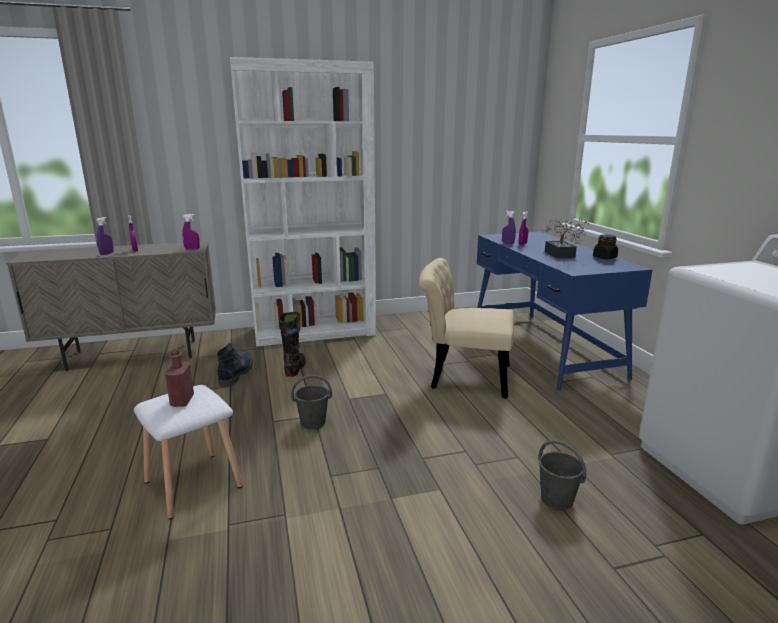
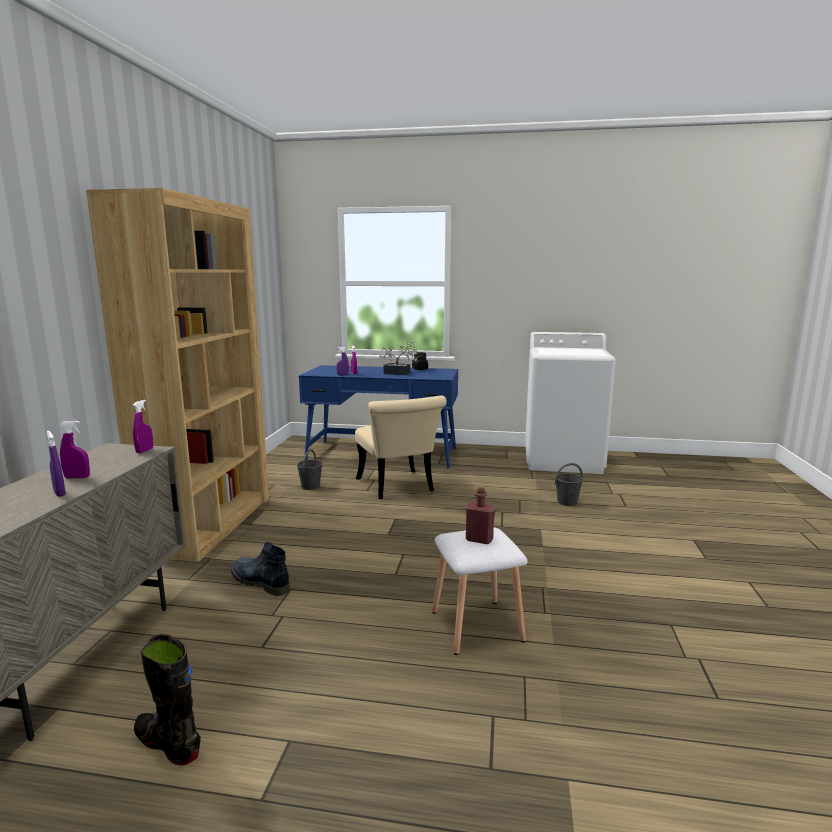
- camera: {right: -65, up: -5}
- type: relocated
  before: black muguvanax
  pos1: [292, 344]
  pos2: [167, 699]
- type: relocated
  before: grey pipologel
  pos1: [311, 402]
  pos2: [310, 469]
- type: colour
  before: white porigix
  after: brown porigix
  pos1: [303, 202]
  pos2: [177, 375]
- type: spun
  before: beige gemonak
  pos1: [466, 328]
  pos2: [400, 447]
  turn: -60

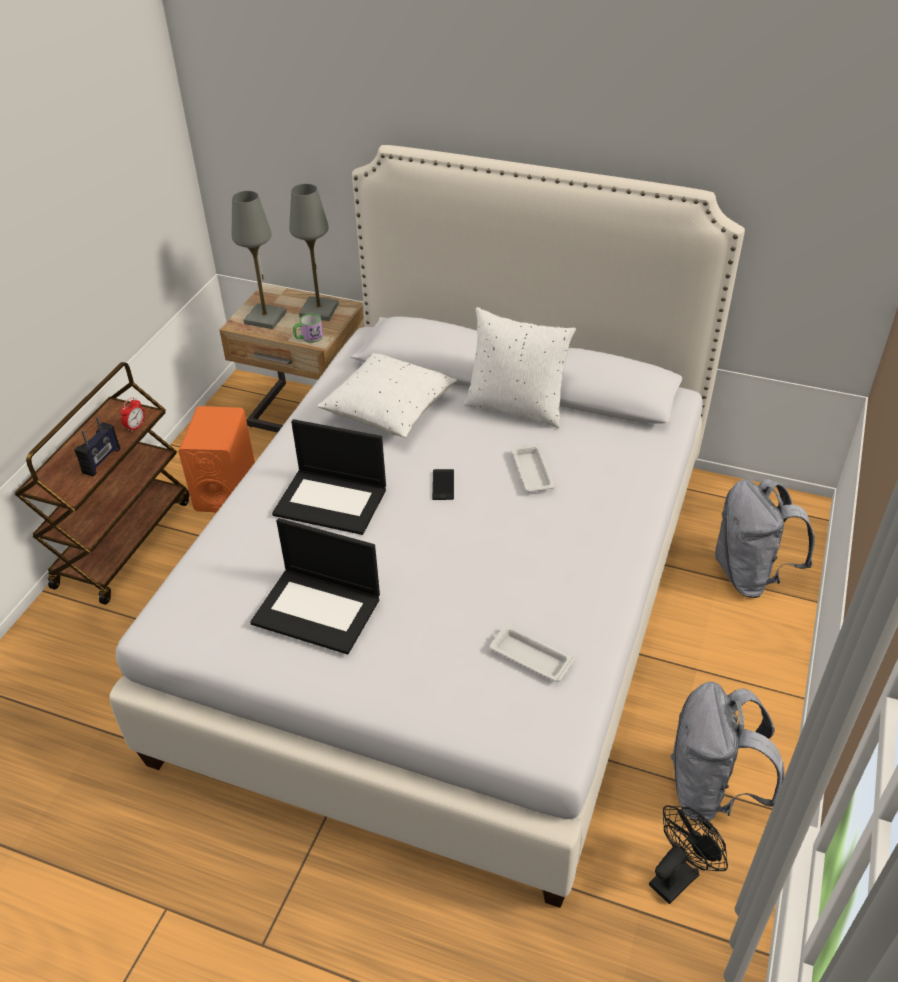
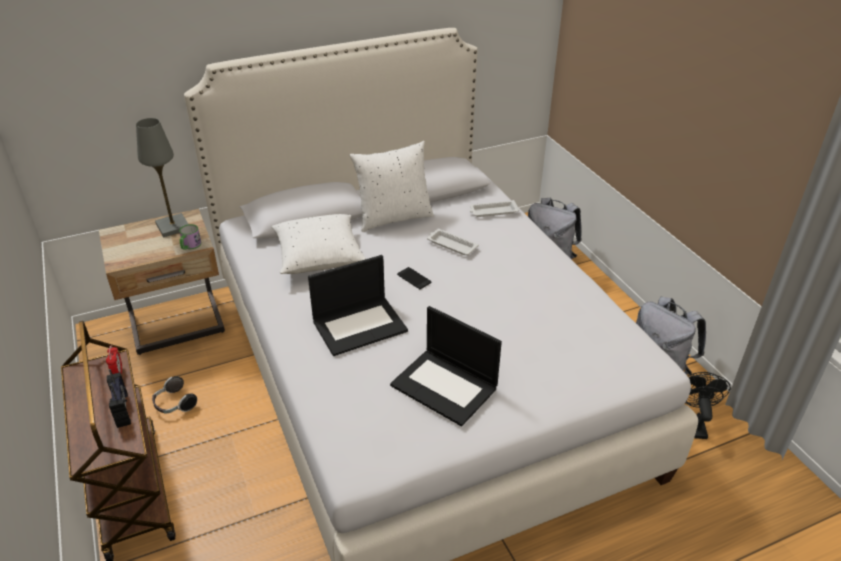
- camera: {right: -45, up: -5}
- type: missing
  before: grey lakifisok
  pos1: [259, 260]
- type: relocated
  before: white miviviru
  pos1: [532, 653]
  pos2: [494, 208]
- type: exchanged
  before: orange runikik
  after: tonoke
  pos1: [216, 459]
  pos2: [174, 395]
- type: spun
  before: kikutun
  pos1: [315, 586]
  pos2: [446, 366]
  turn: 60

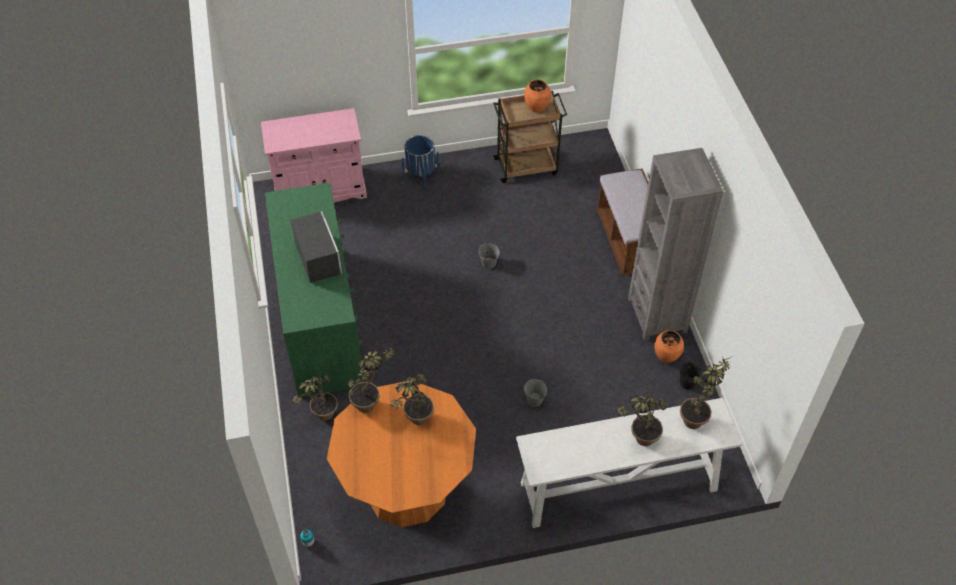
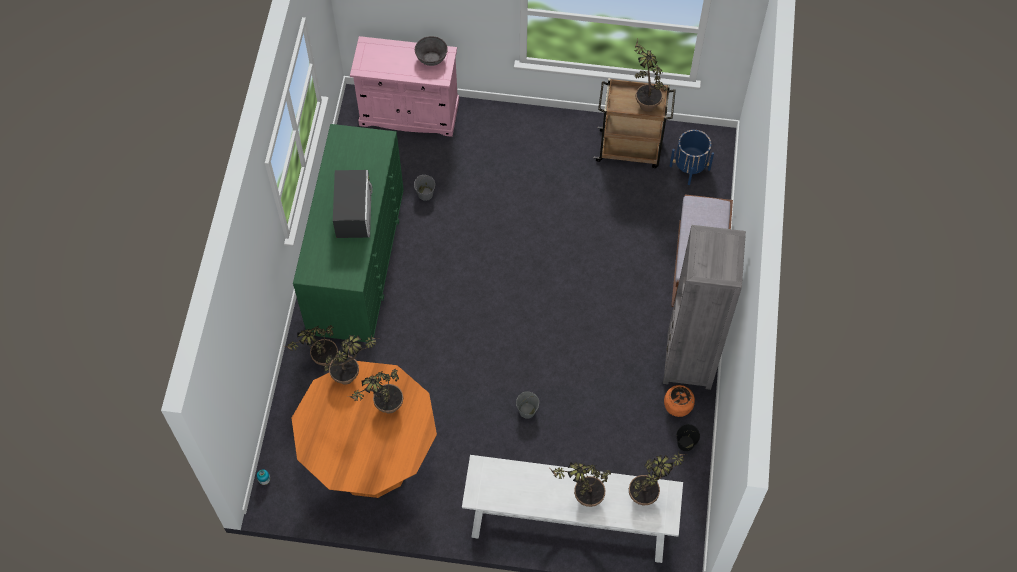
- camera: {right: 20, up: 10}
- type: appeared
  after: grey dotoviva
  pos2: [431, 51]
- type: relocated
  before: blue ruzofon
  pos1: [420, 161]
  pos2: [692, 157]
- type: relocated
  before: grey pipologel
  pos1: [489, 255]
  pos2: [424, 188]
- type: exchanged
  before: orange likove
  after: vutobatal
  pos1: [537, 96]
  pos2: [651, 75]

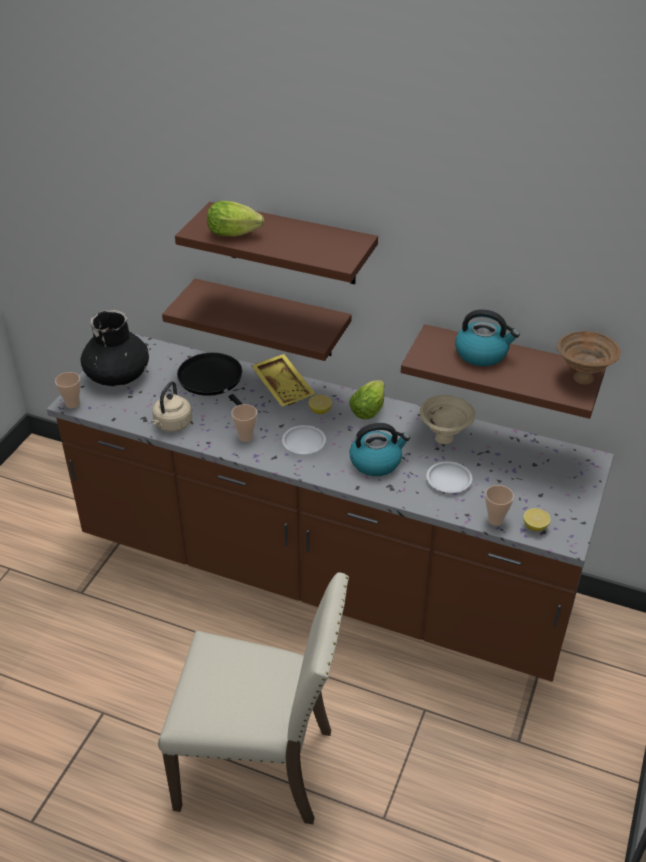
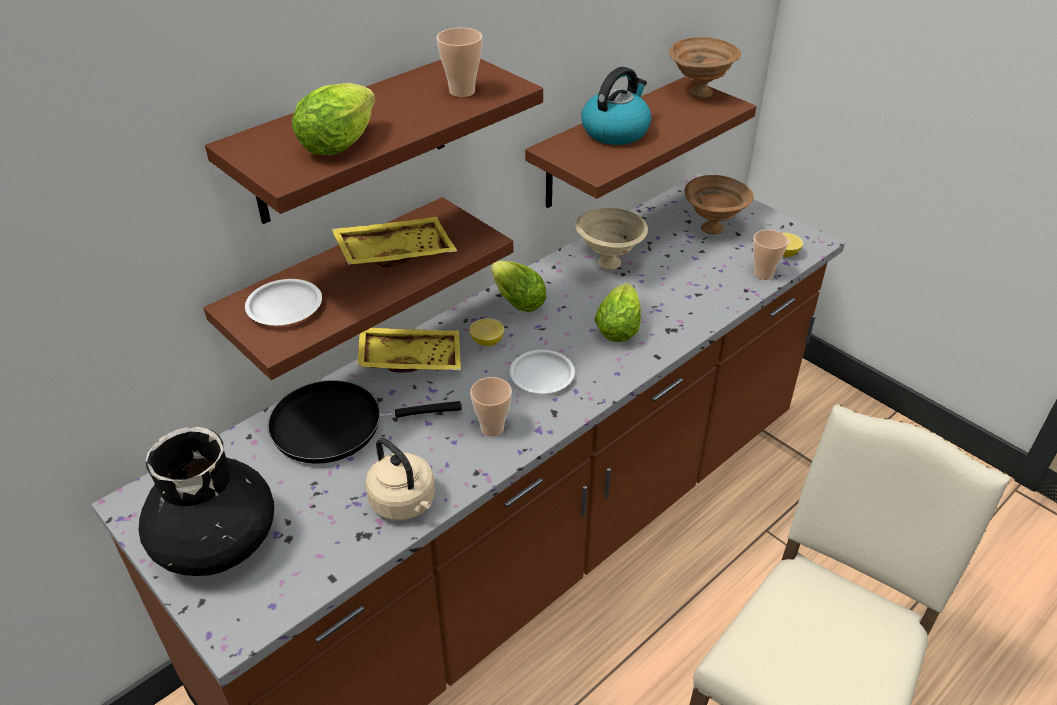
- camera: {right: -65, up: 0}
- type: appeared
  after: yellow miviviru
  pos2: [394, 242]
- type: appeared
  after: brown dotoviva
  pos2: [719, 204]
- type: relocated
  before: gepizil
  pos1: [68, 390]
  pos2: [459, 62]
- type: relocated
  before: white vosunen
  pos1: [449, 477]
  pos2: [283, 302]
- type: exchanged
  before: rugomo
  after: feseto
  pos1: [379, 449]
  pos2: [617, 312]

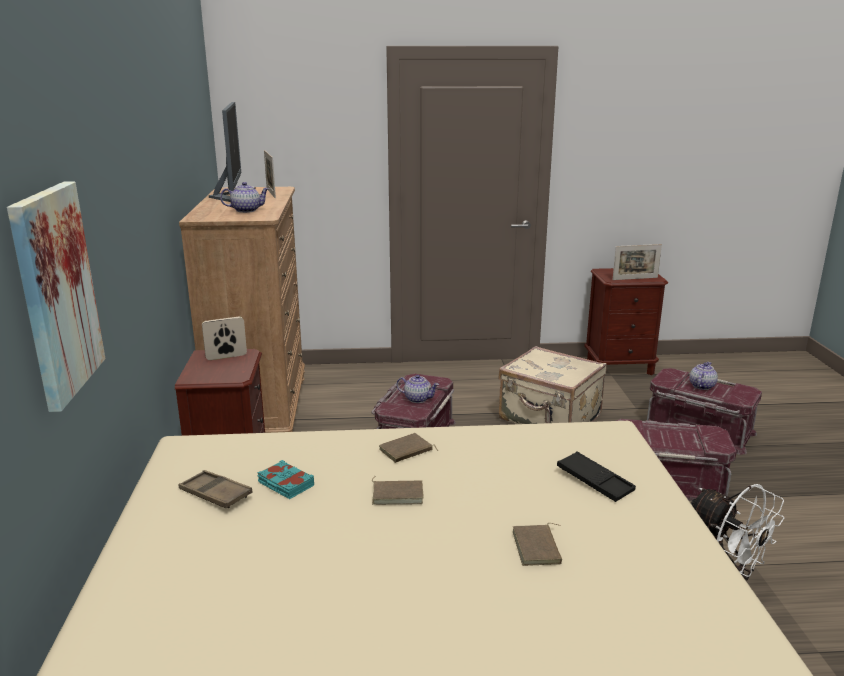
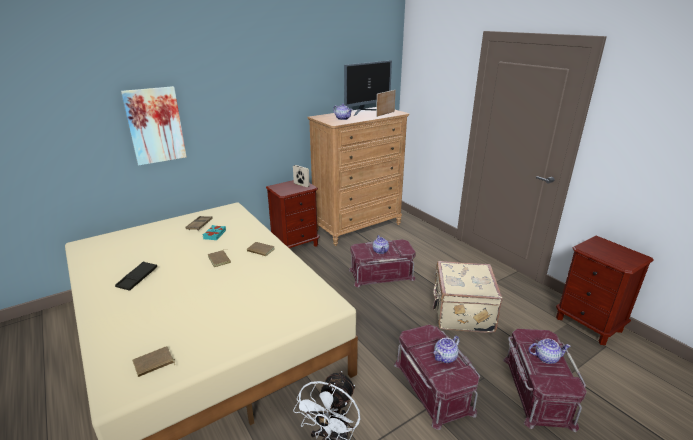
- camera: {right: 60, up: 5}
- type: missing
  before: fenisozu
  pos1: [637, 262]
- type: appeared
  after: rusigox
  pos2: [446, 349]
- type: relocated
  before: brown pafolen
  pos1: [537, 544]
  pos2: [153, 361]
- type: relocated
  before: black miviviru
  pos1: [596, 476]
  pos2: [136, 276]

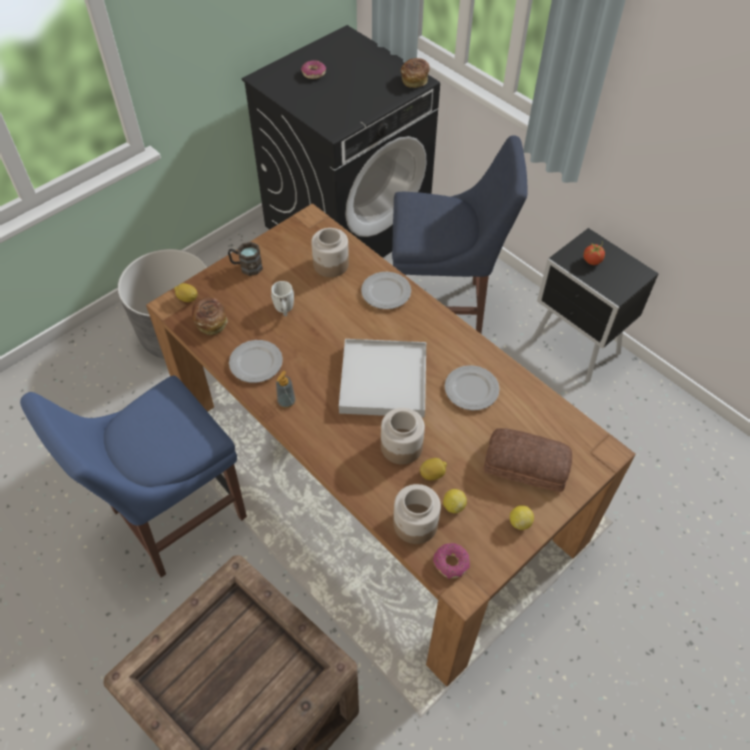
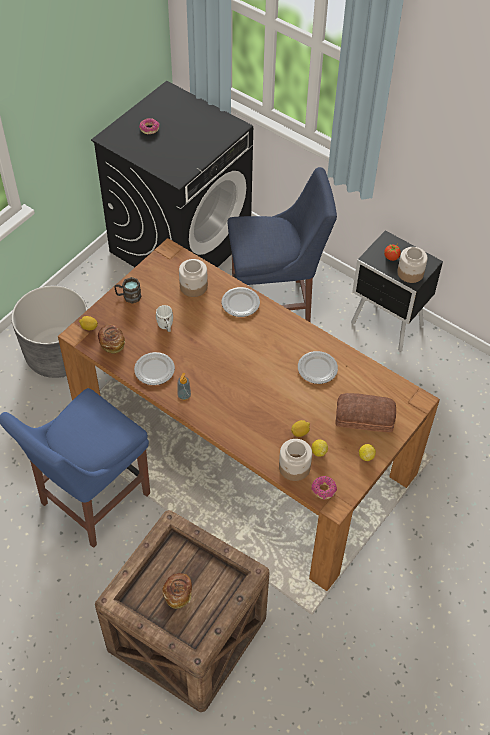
- camera: {right: -10, up: 0}
- type: missing
  before: white miviviru
  pos1: [382, 378]
- type: relocated
  before: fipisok
  pos1: [403, 436]
  pos2: [412, 265]
- type: relocated
  before: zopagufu
  pos1: [415, 73]
  pos2: [177, 591]

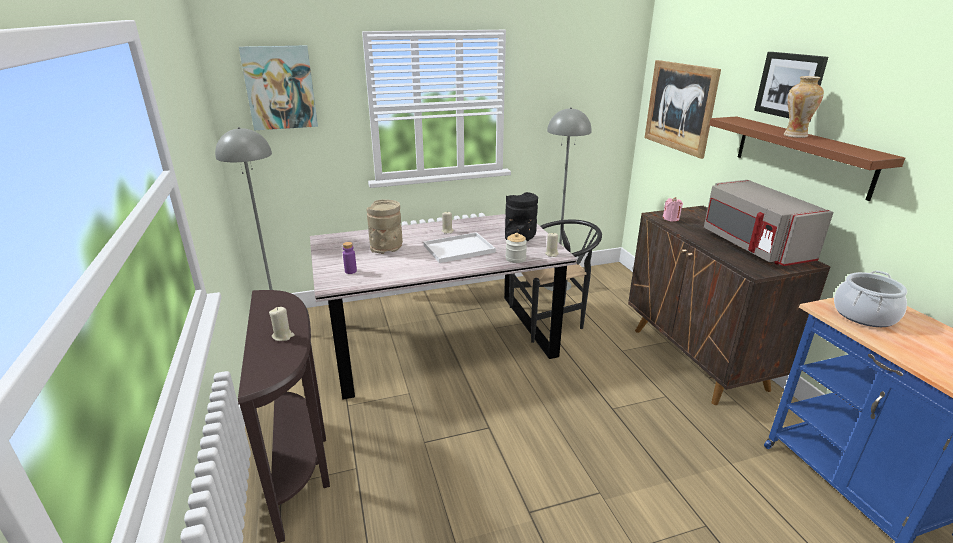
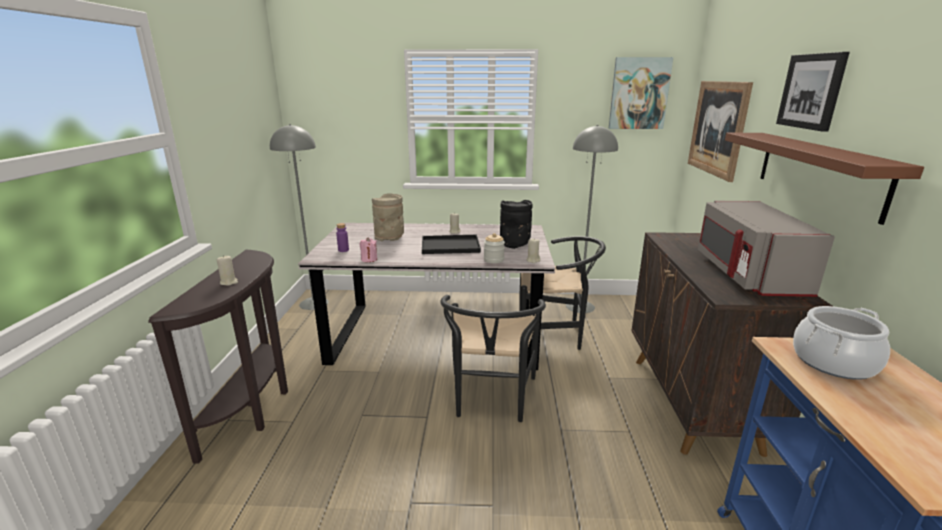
- camera: {right: 20, up: -5}
- type: missing
  before: likove
  pos1: [804, 107]
- type: appeared
  after: black gemonak
  pos2: [493, 358]
- type: relocated
  before: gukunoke
  pos1: [278, 87]
  pos2: [641, 93]
- type: relocated
  before: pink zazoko
  pos1: [673, 209]
  pos2: [368, 249]
- type: colour
  before: white miviviru
  after: black miviviru
  pos1: [459, 247]
  pos2: [451, 244]

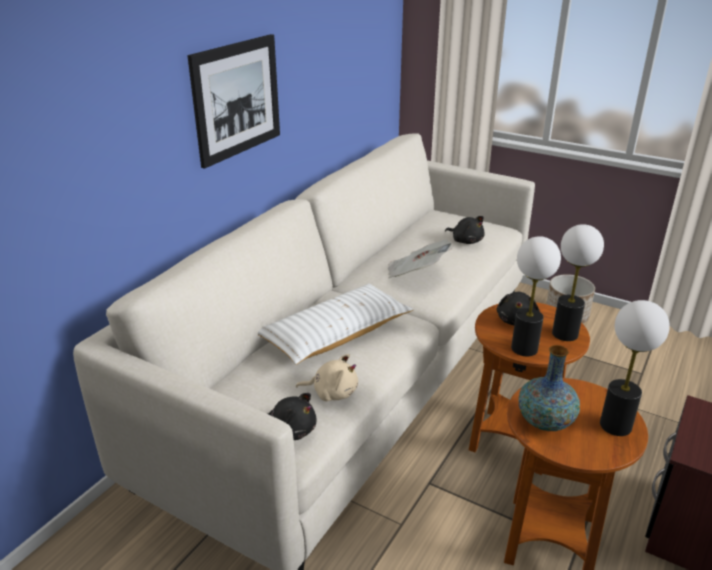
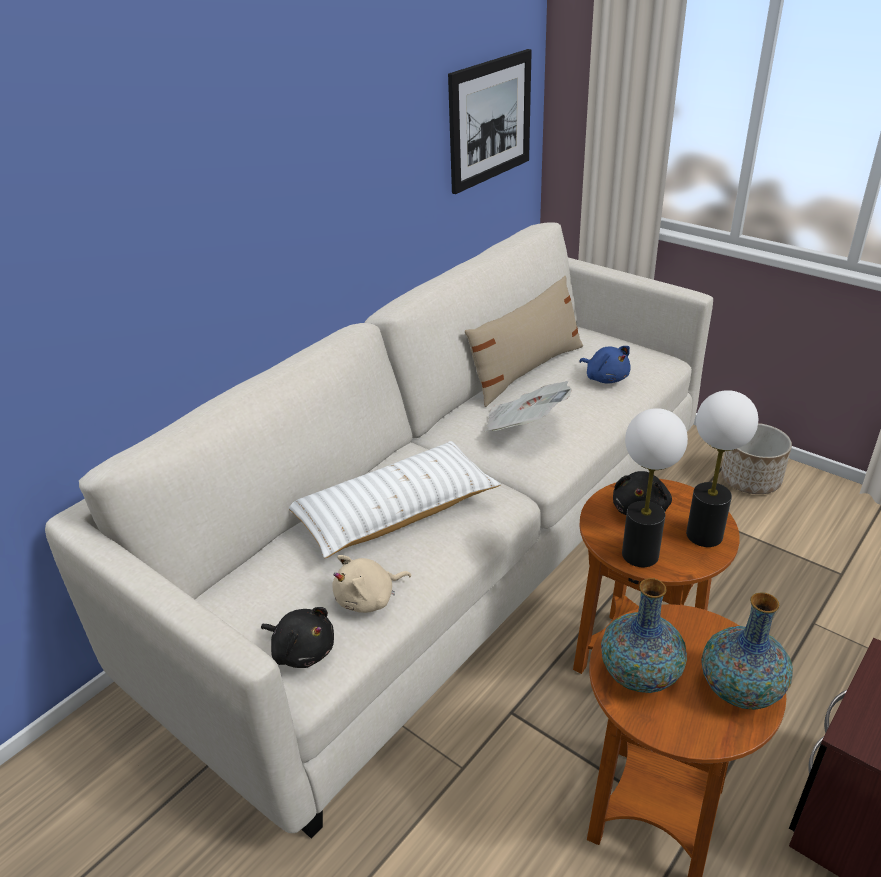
- camera: {right: 10, up: 5}
- type: appeared
  after: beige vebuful
  pos2: [524, 341]
- type: relocated
  before: gukunoke
  pos1: [234, 101]
  pos2: [490, 121]
- type: exchanged
  before: lakifisok
  after: likove
  pos1: [635, 368]
  pos2: [747, 651]
- type: colour
  before: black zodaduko
  after: blue zodaduko
  pos1: [465, 230]
  pos2: [605, 365]
- type: spun
  before: beige zodaduko
  pos1: [327, 378]
  pos2: [371, 584]
  turn: 135

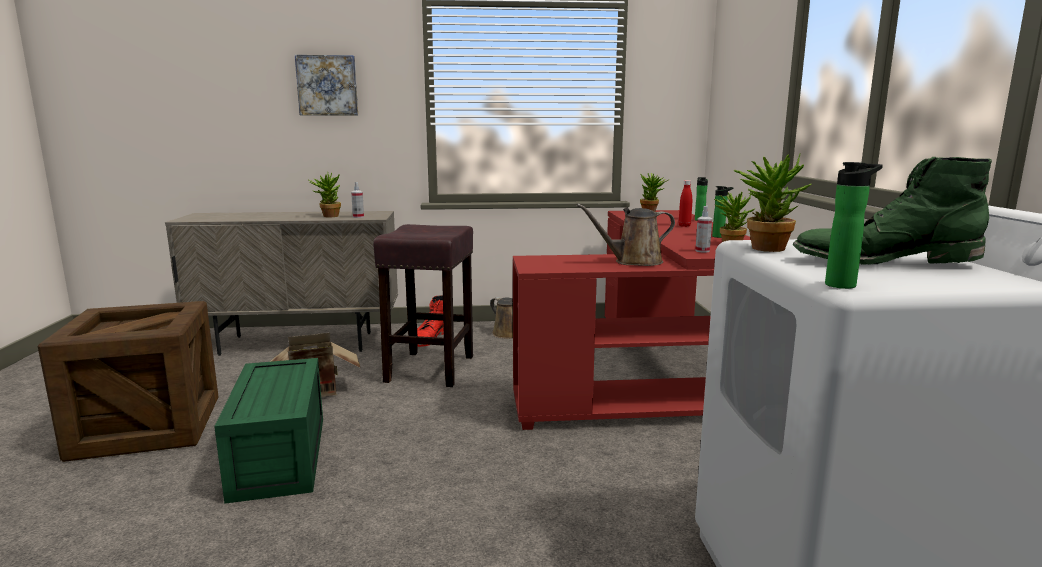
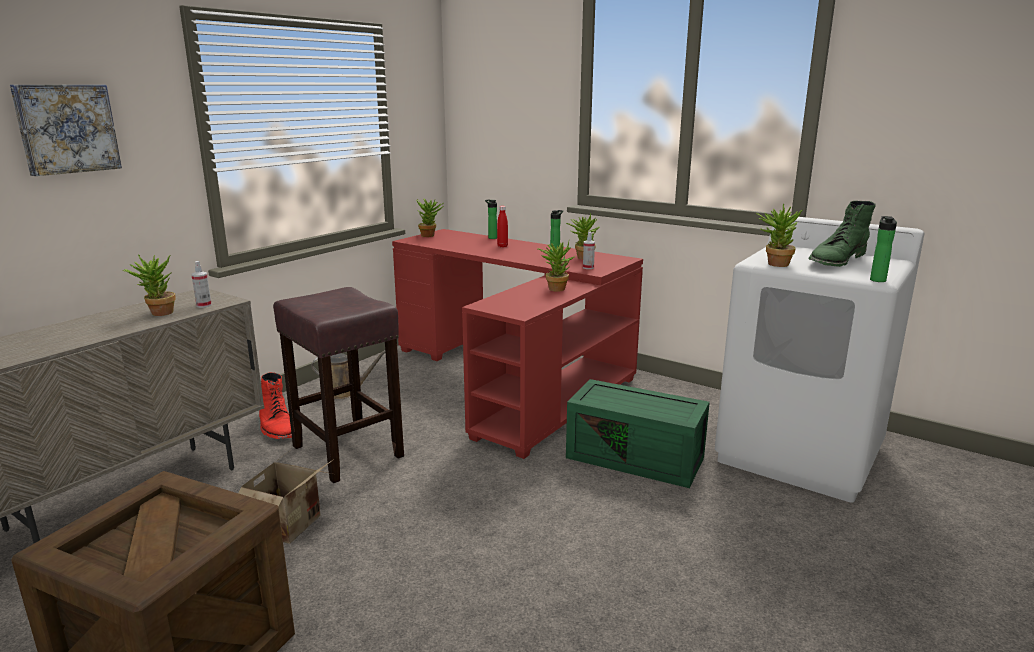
- camera: {right: -50, up: 5}
- type: relocated
  before: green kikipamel
  pos1: [268, 431]
  pos2: [638, 433]
- type: exchanged
  before: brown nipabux
  after: vutobatal
  pos1: [626, 235]
  pos2: [556, 266]

